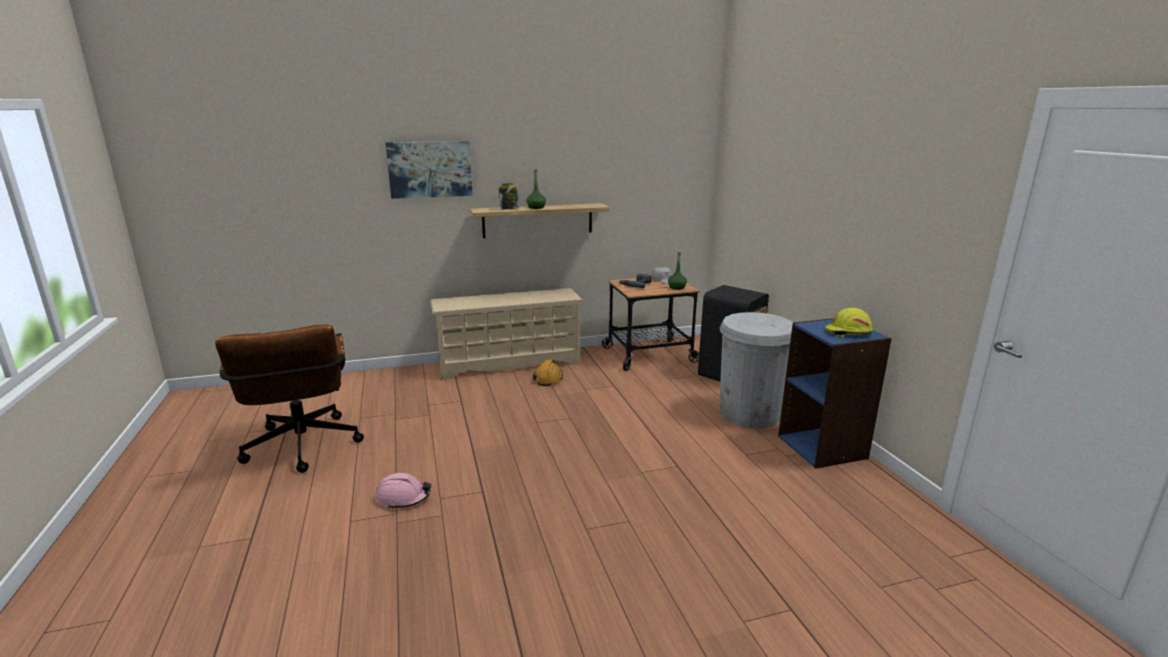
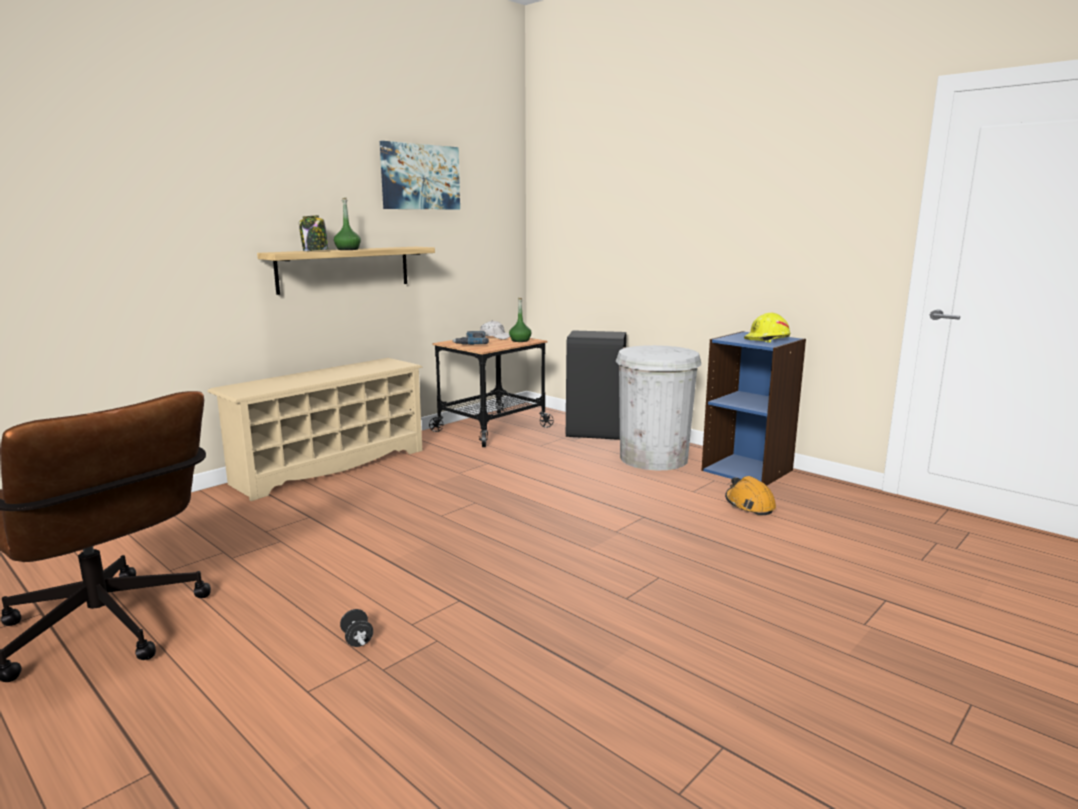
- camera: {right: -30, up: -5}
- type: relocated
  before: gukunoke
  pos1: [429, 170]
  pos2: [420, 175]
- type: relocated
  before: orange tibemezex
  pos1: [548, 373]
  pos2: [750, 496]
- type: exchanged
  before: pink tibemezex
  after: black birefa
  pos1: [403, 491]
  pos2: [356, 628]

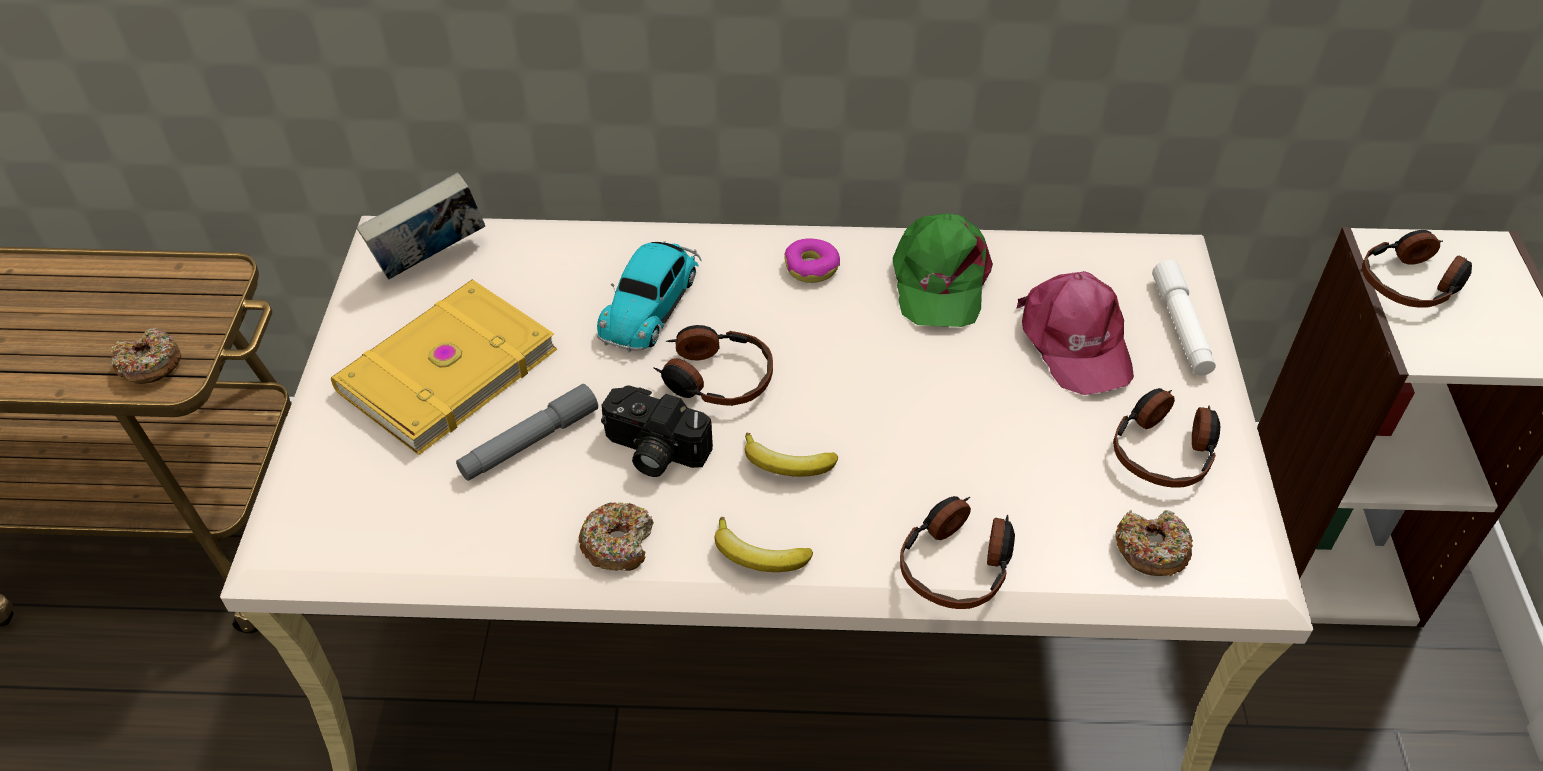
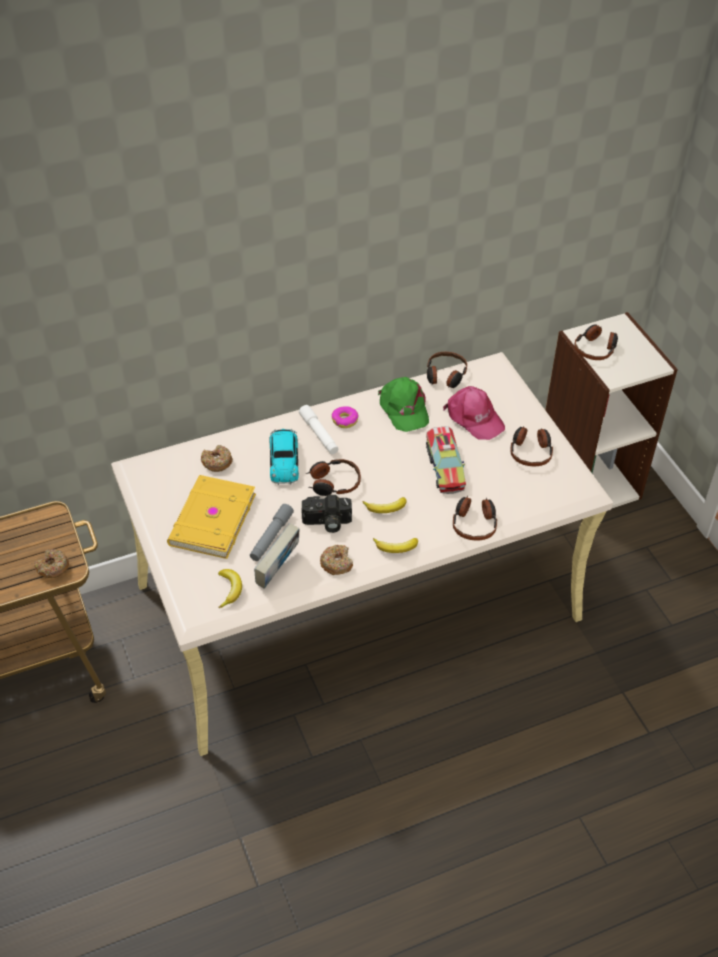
- camera: {right: -25, up: 0}
- type: appeared
  after: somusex
  pos2: [230, 588]
- type: appeared
  after: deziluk
  pos2: [446, 460]
- type: appeared
  after: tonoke
  pos2: [447, 370]
- type: relocated
  before: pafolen
  pos1: [420, 226]
  pos2: [277, 556]
- type: relocated
  before: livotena
  pos1: [1154, 543]
  pos2: [217, 458]
- type: relocated
  before: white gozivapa
  pos1: [1184, 317]
  pos2: [318, 429]

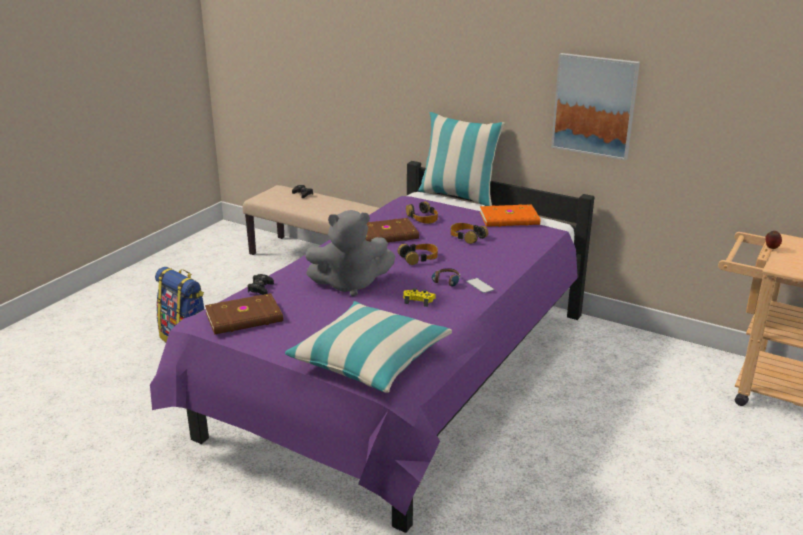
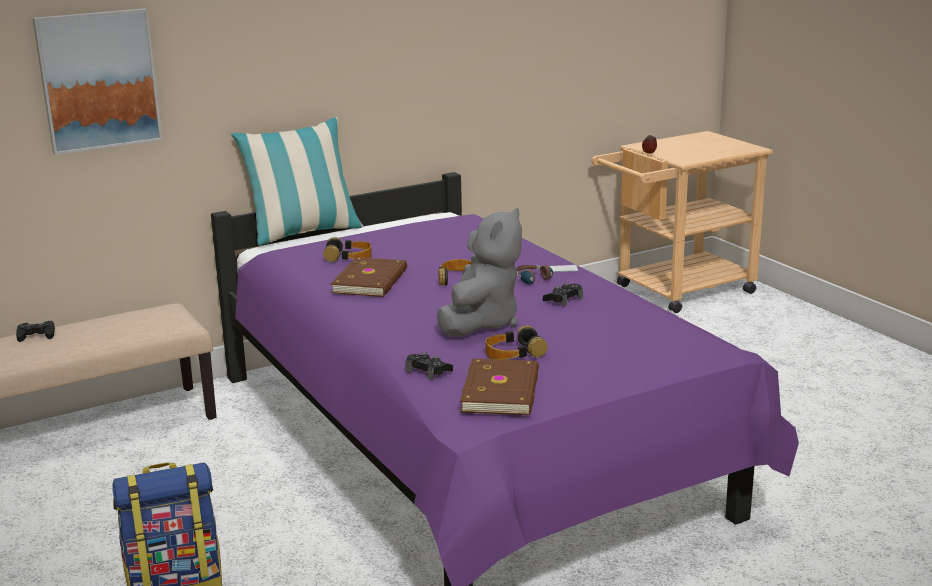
- camera: {right: -60, up: -5}
- type: missing
  before: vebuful
  pos1: [368, 347]
- type: missing
  before: orange pafolen
  pos1: [510, 215]
- type: relocated
  before: tonoke
  pos1: [469, 233]
  pos2: [516, 342]
- type: relocated
  before: gukunoke
  pos1: [595, 106]
  pos2: [98, 81]
- type: colour
  before: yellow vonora
  after: black vonora
  pos1: [419, 297]
  pos2: [563, 294]

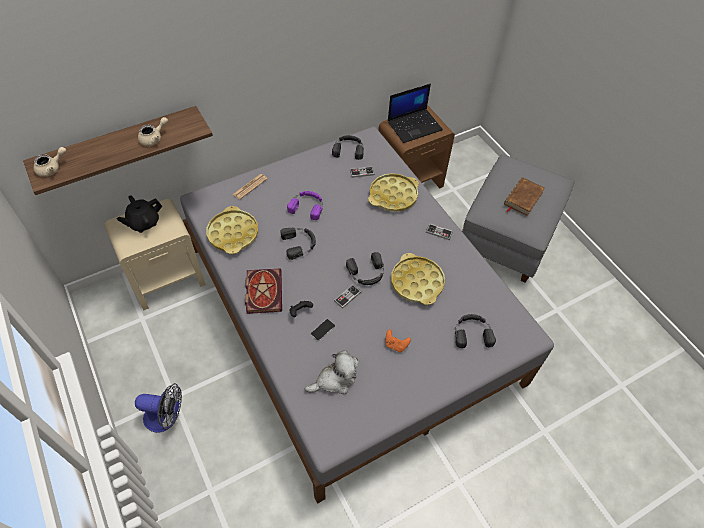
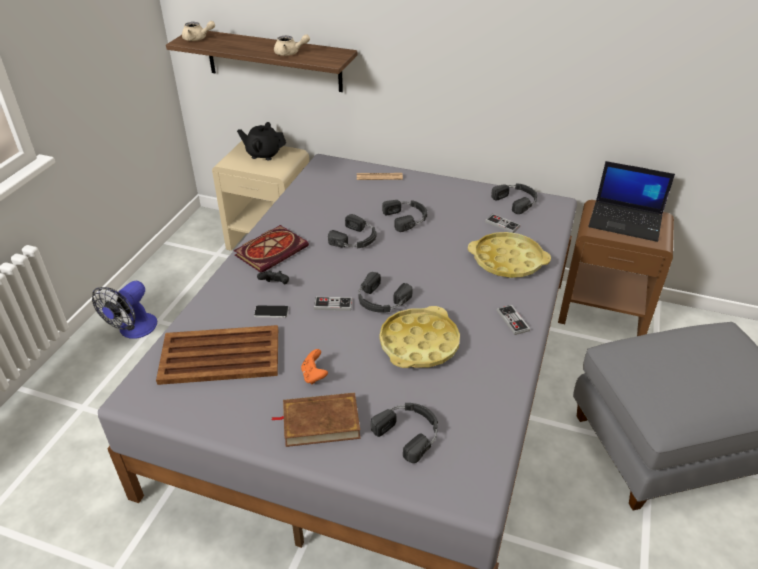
- camera: {right: 50, up: -15}
- type: missing
  before: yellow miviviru
  pos1: [232, 230]
- type: relocated
  before: brown pafolen
  pos1: [524, 196]
  pos2: [316, 420]
- type: exchanged
  before: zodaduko
  after: brown miviviru
  pos1: [332, 373]
  pos2: [217, 355]
- type: colour
  before: purple tonoke
  after: black tonoke
  pos1: [305, 205]
  pos2: [404, 216]
- type: spun
  before: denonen
  pos1: [158, 408]
  pos2: [124, 310]
  turn: 60

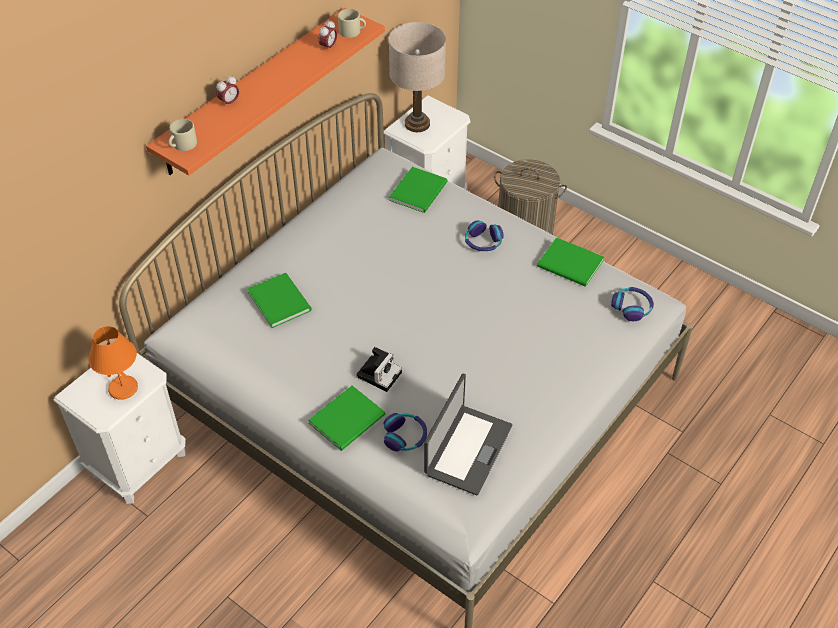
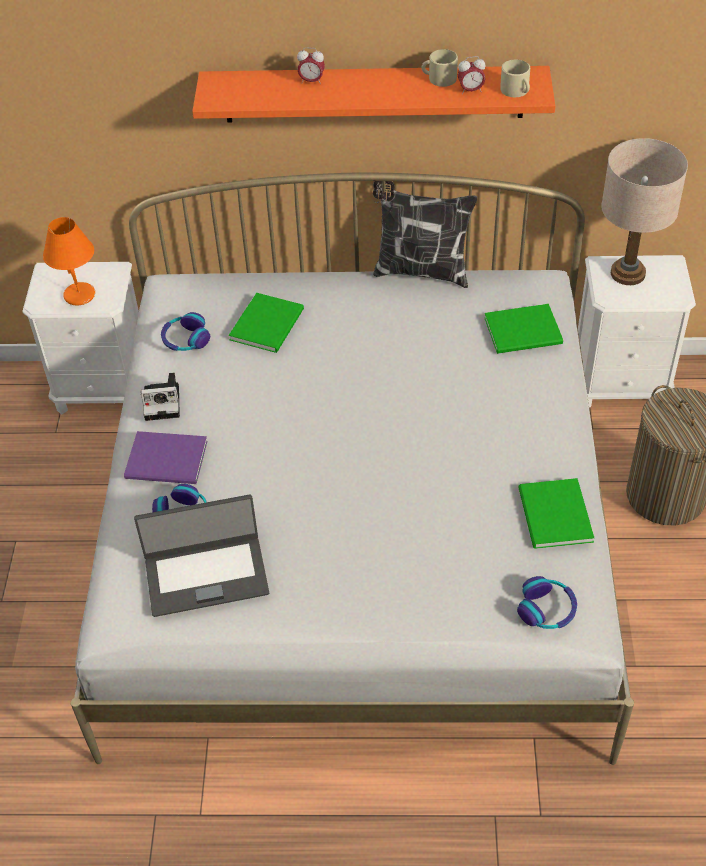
- camera: {right: 55, up: 0}
- type: appeared
  after: vebuful
  pos2: [425, 234]
- type: relocated
  before: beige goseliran
  pos1: [182, 135]
  pos2: [440, 68]
- type: relocated
  before: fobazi
  pos1: [379, 369]
  pos2: [160, 397]
- type: relocated
  before: tonoke
  pos1: [484, 235]
  pos2: [185, 331]
- type: colour
  before: green pafolen
  after: purple pafolen
  pos1: [347, 418]
  pos2: [165, 457]

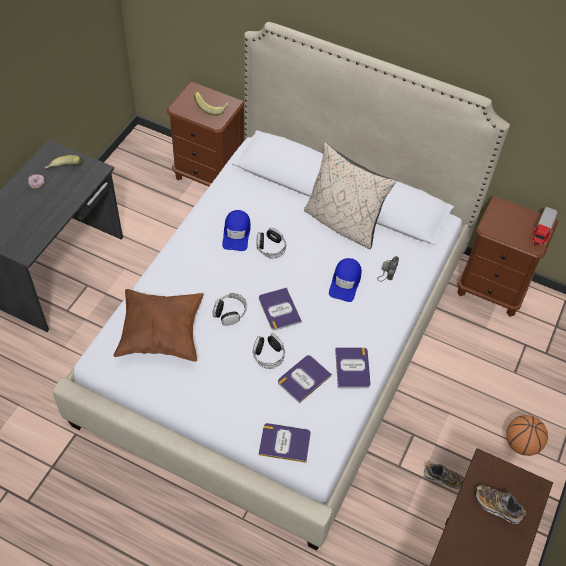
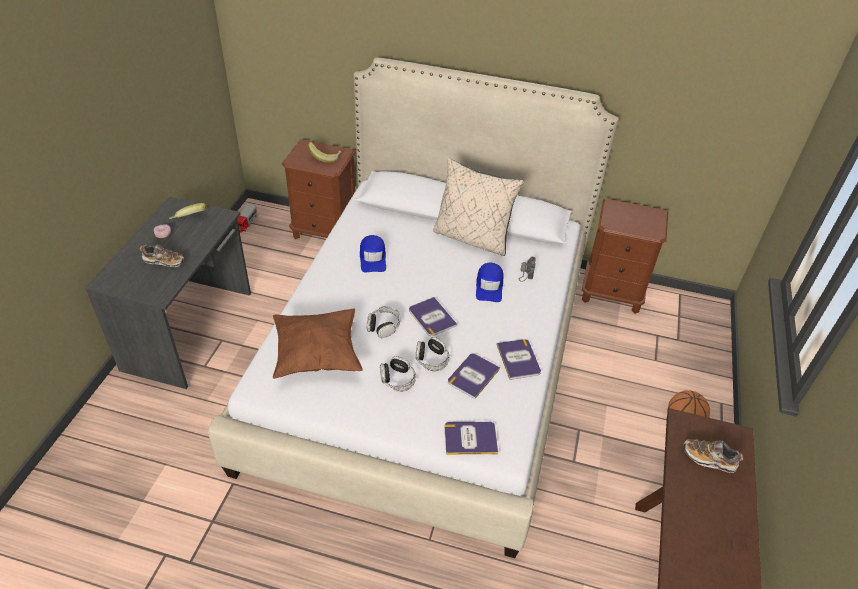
- camera: {right: -10, up: -10}
- type: relocated
  before: tonoke
  pos1: [271, 243]
  pos2: [398, 374]
- type: relocated
  before: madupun
  pos1: [444, 476]
  pos2: [162, 255]
- type: relocated
  before: deziluk
  pos1: [544, 226]
  pos2: [247, 218]

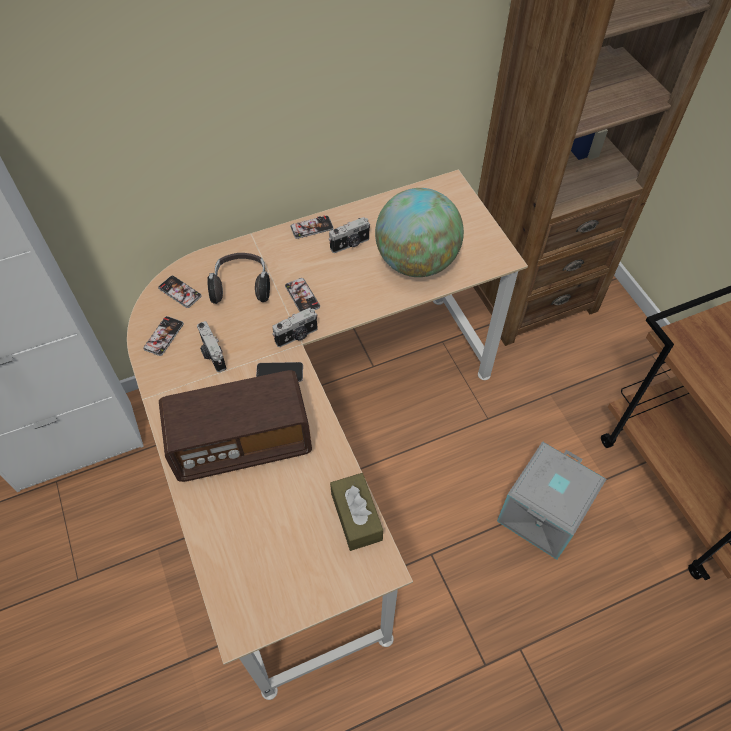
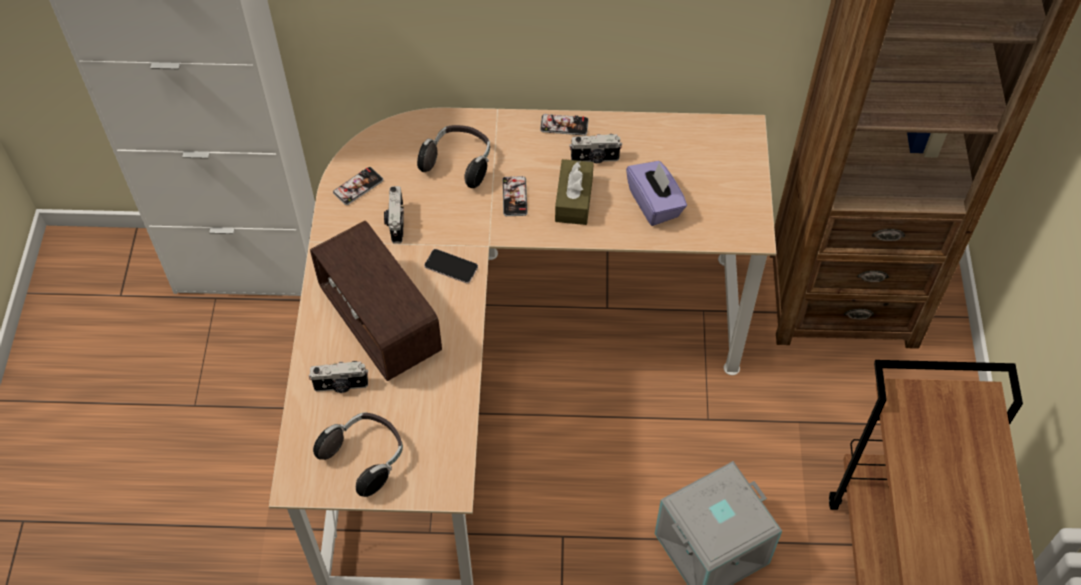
- camera: {right: 25, up: 0}
- type: missing
  before: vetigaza
  pos1: [180, 292]
- type: appeared
  after: tonoke
  pos2: [358, 454]
- type: relocated
  before: fobazi
  pos1: [295, 327]
  pos2: [338, 377]
- type: relocated
  before: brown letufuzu
  pos1: [356, 512]
  pos2: [574, 192]
- type: exchanged
  before: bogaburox
  after: purple letufuzu
  pos1: [419, 232]
  pos2: [656, 193]
- type: spun
  before: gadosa
  pos1: [235, 426]
  pos2: [376, 301]
  turn: 45

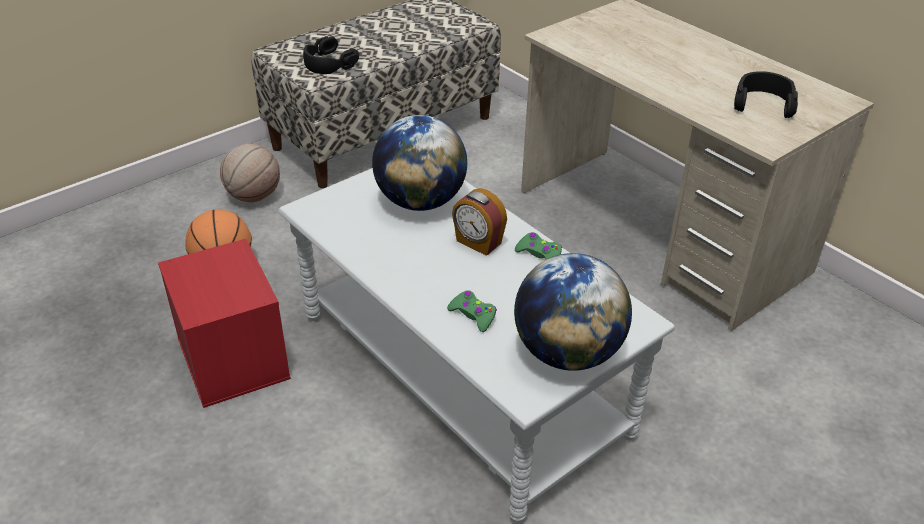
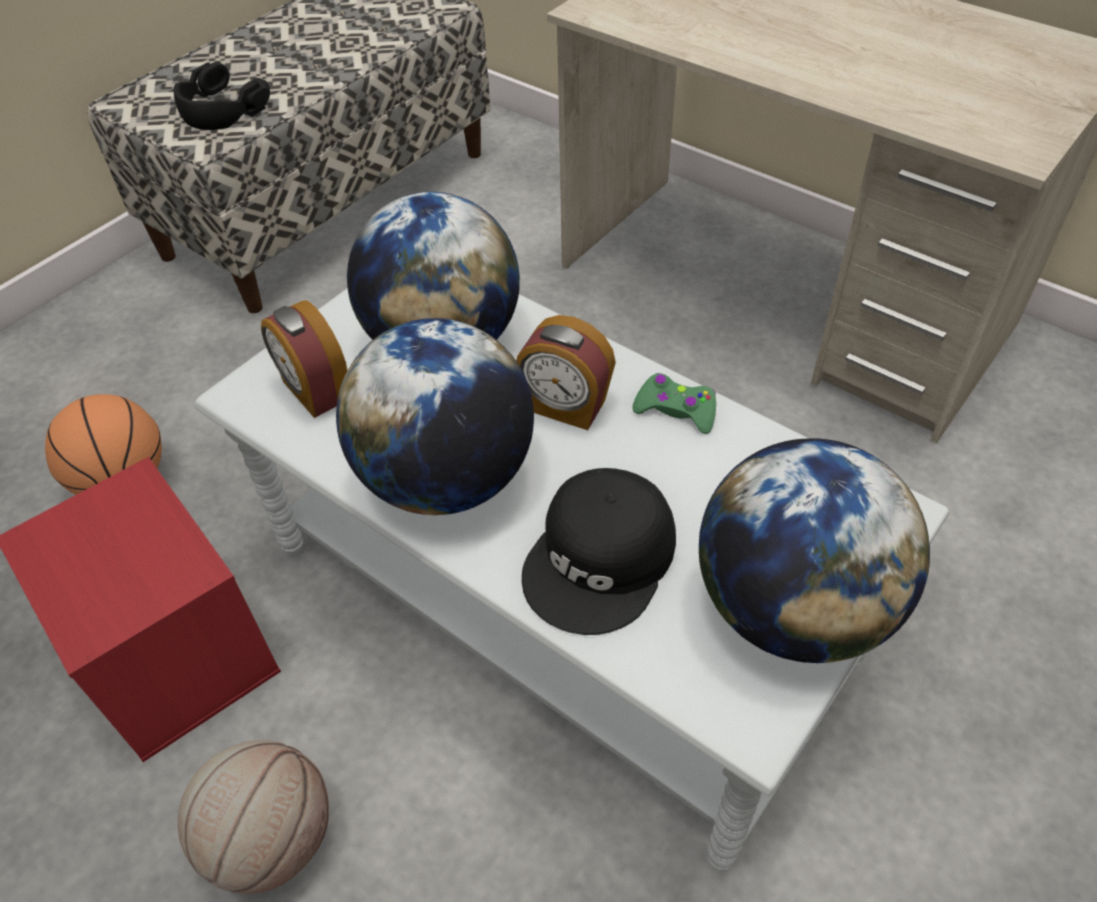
- camera: {right: -10, up: 10}
- type: missing
  before: black tonoke
  pos1: [766, 94]
- type: appeared
  after: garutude
  pos2: [304, 359]
- type: appeared
  after: bogaburox
  pos2: [435, 416]
- type: relocated
  before: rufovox
  pos1: [250, 173]
  pos2: [253, 817]
- type: exchanged
  before: green vonora
  after: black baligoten
  pos1: [472, 311]
  pos2: [599, 551]

